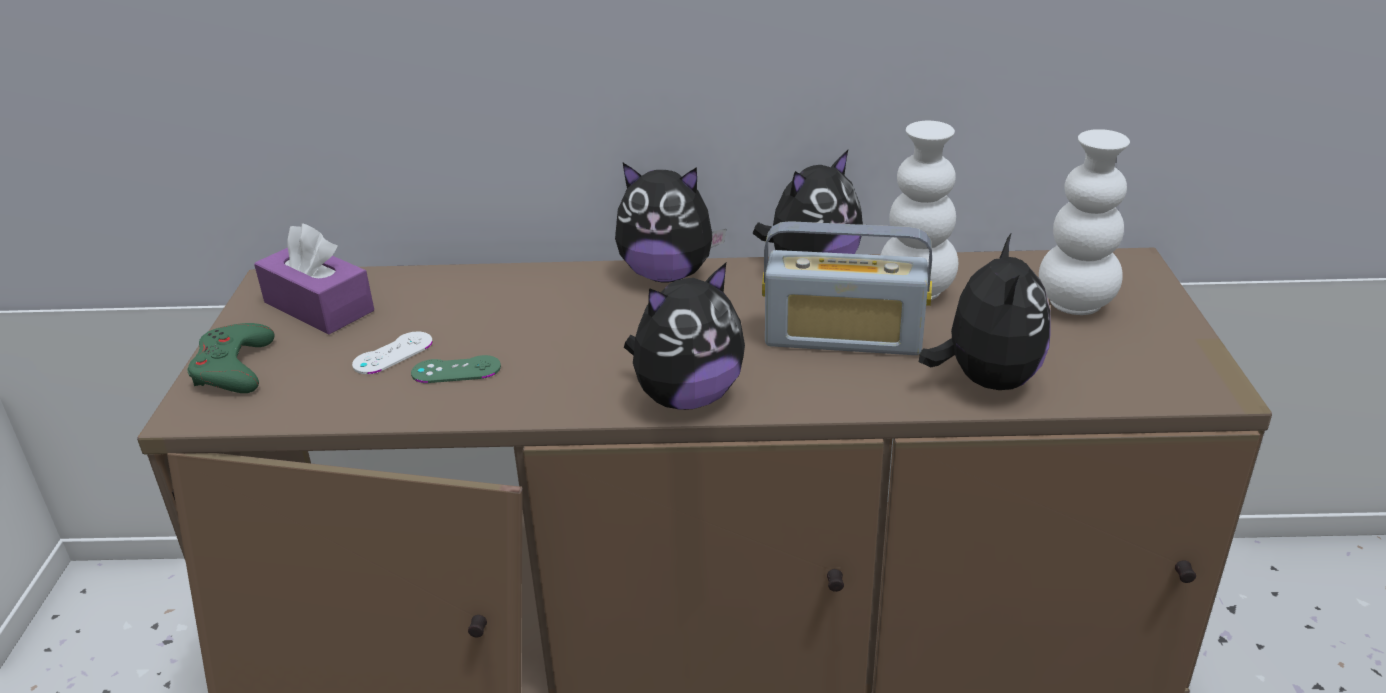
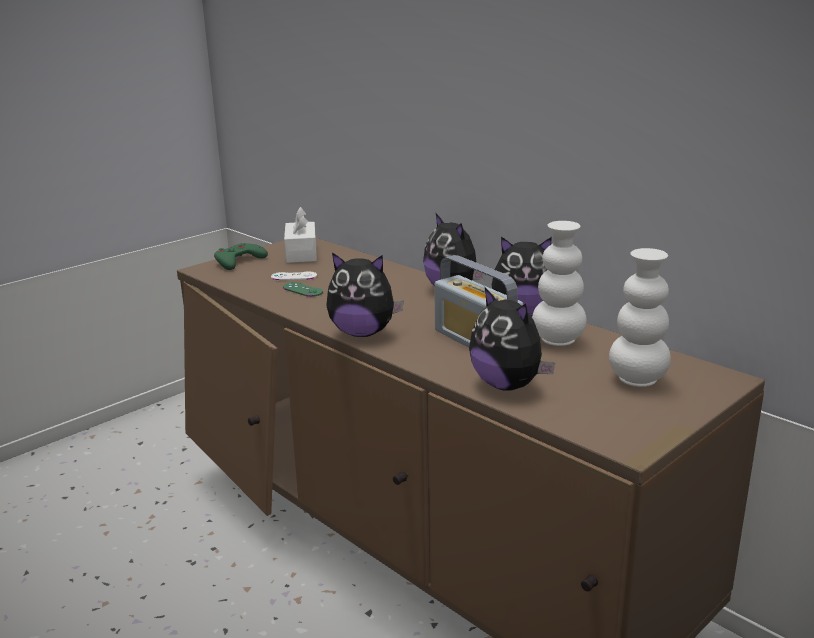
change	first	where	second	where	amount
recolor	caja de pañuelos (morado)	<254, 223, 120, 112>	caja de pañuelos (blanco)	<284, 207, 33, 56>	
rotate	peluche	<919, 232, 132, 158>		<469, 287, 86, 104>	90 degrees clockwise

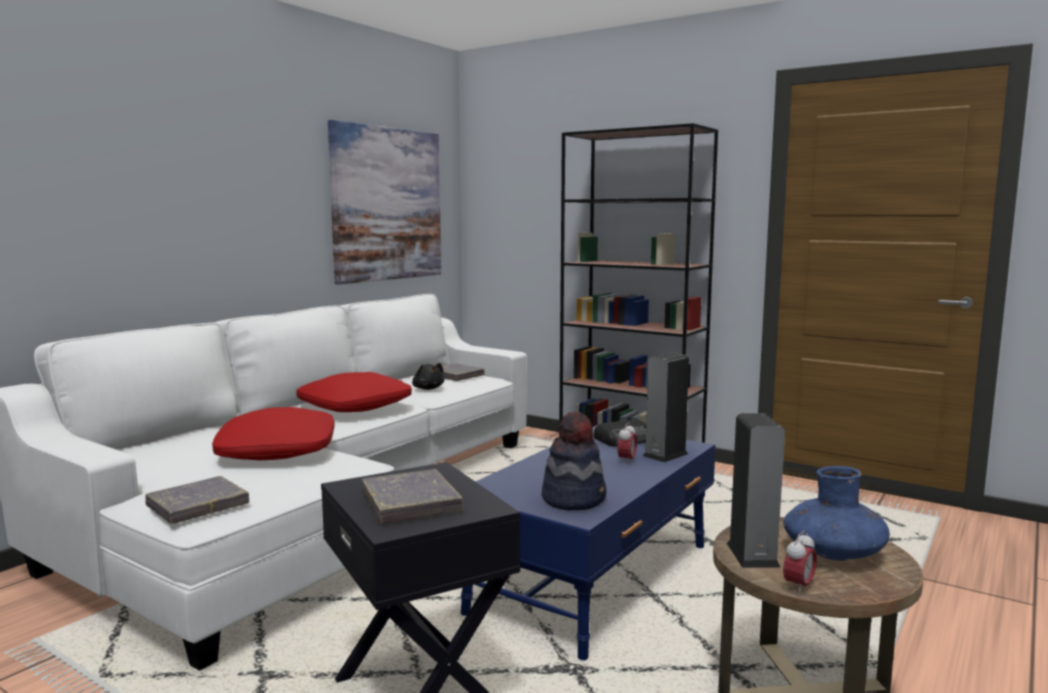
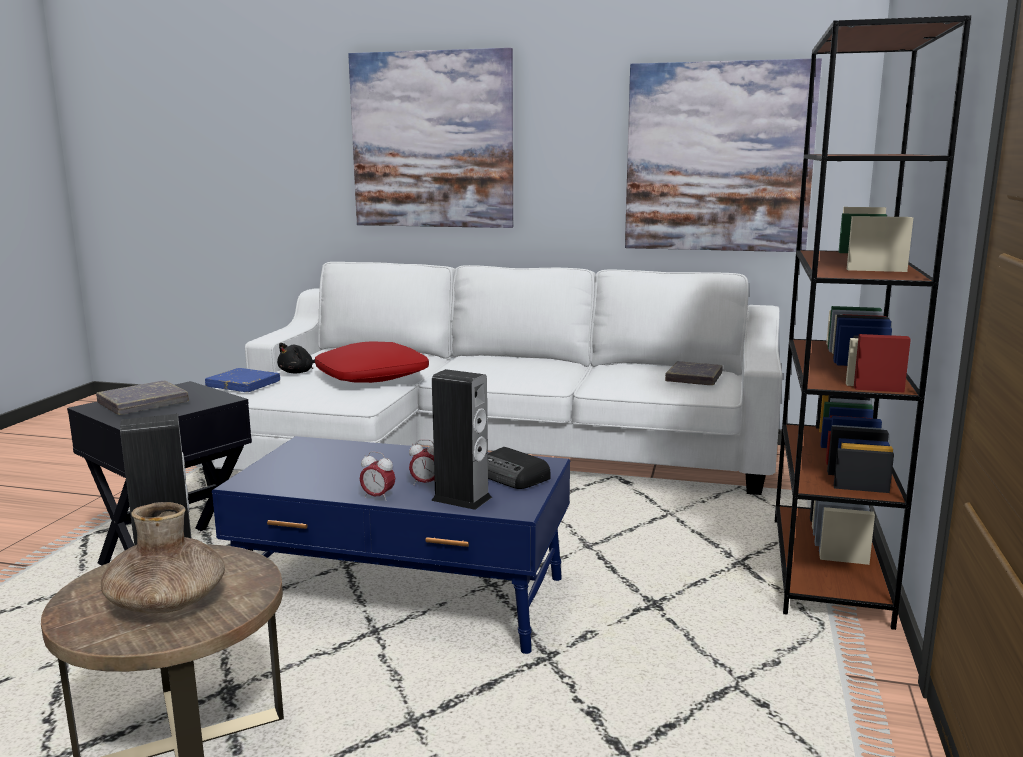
change	first	where	second	where	amount
recolor	libro (gris)	<145, 476, 104, 47>	libro (azul)	<205, 368, 75, 24>	
delete	cojín (rojo)	<296, 372, 116, 40>			
move	peluche (negro)	<412, 363, 32, 27>		<277, 343, 38, 30>	
delete	sombrero	<542, 411, 64, 99>			
recolor	florero (azul)	<783, 466, 107, 94>	florero (marrón)	<101, 502, 124, 111>	
move	despertador	<783, 531, 34, 63>		<360, 451, 35, 50>	
insert			cuadro	<348, 48, 165, 180>	

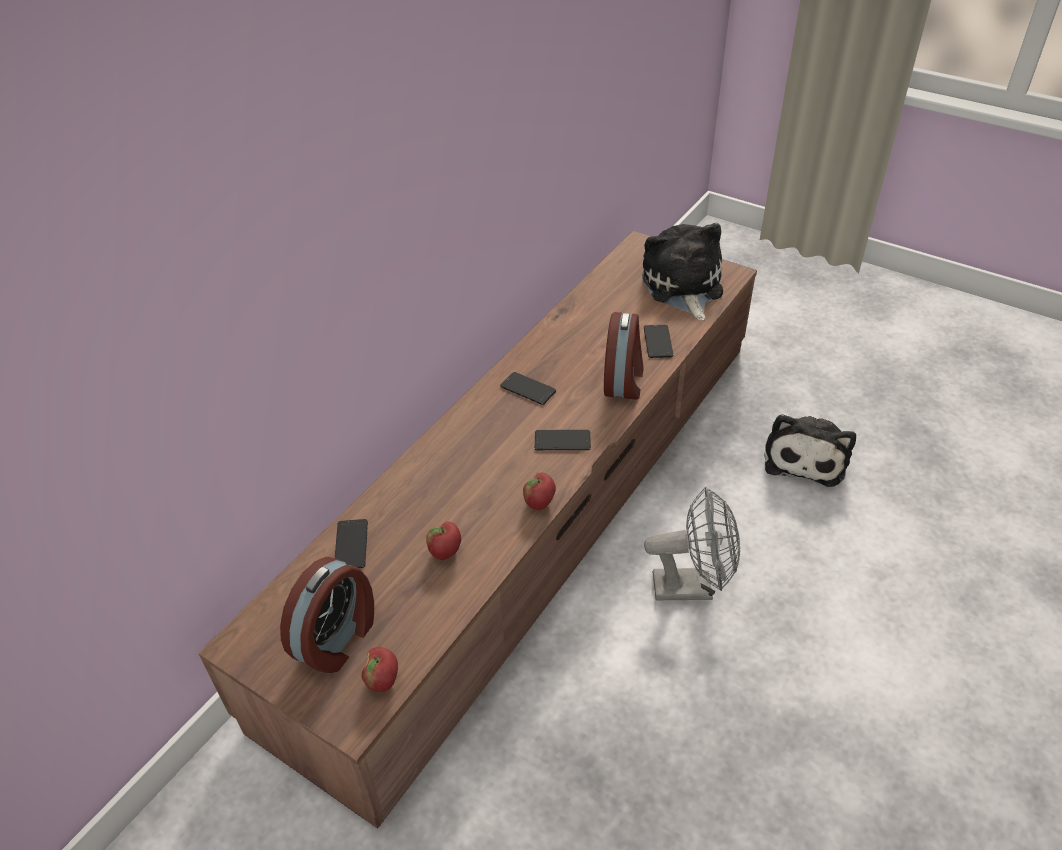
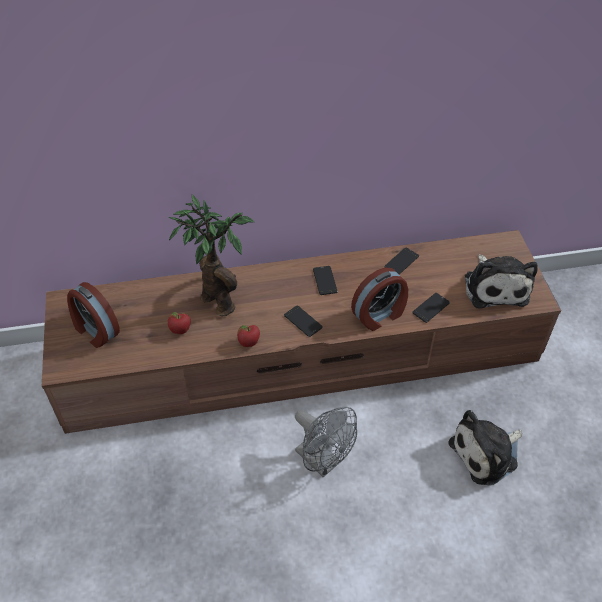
change	first	where	second	where	amount
rotate	despertador	<280, 557, 94, 116>		<67, 282, 53, 66>	60 degrees clockwise
move	móvil	<335, 519, 33, 49>		<385, 248, 34, 26>	
delete	manzana	<361, 647, 37, 45>			
rotate	peluche	<642, 223, 81, 98>		<465, 254, 73, 54>	135 degrees clockwise
insert			planta en maceta	<169, 194, 86, 122>	

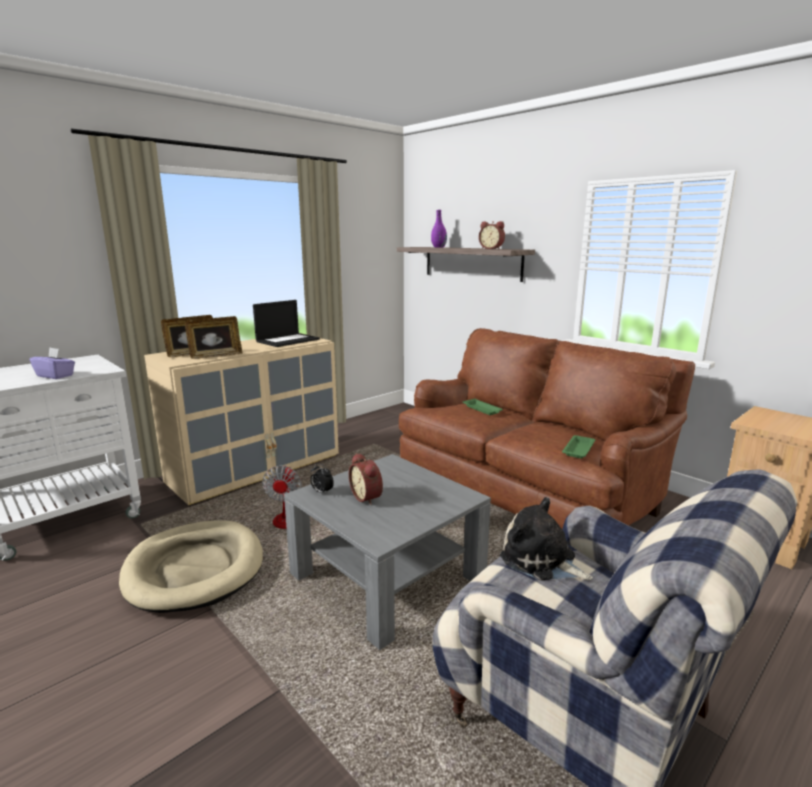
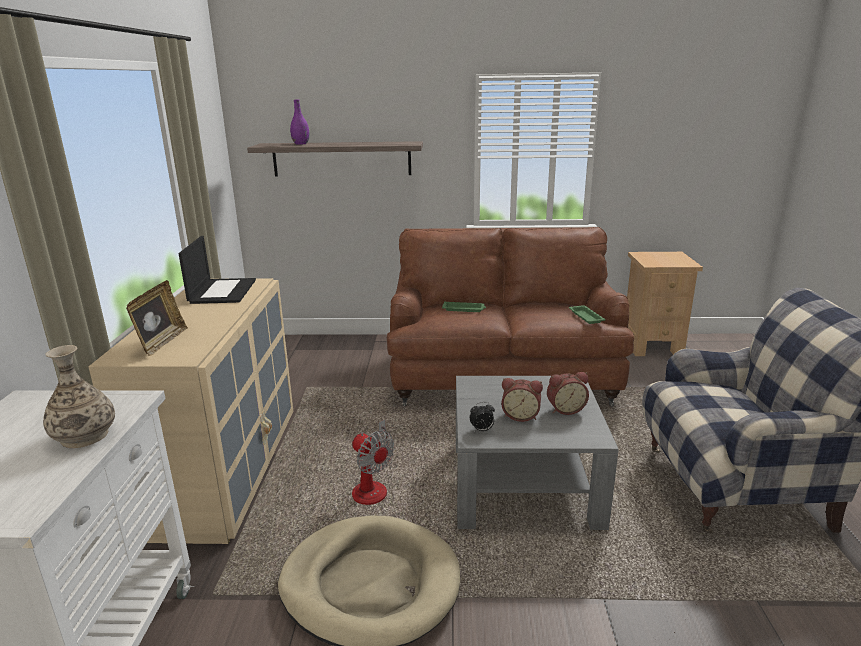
change	first	where	second	where	amount
replace	caja de pañuelos (morado)	<30, 348, 45, 31>	florero	<43, 345, 72, 103>	
delete	portarretratos	<185, 316, 57, 43>			
move	despertador	<479, 221, 26, 28>		<547, 372, 42, 43>	
delete	peluche	<500, 497, 93, 83>			

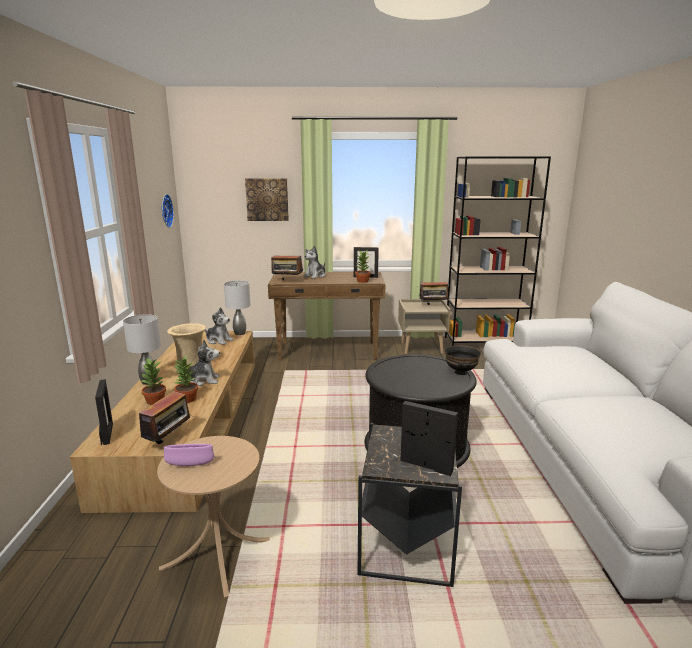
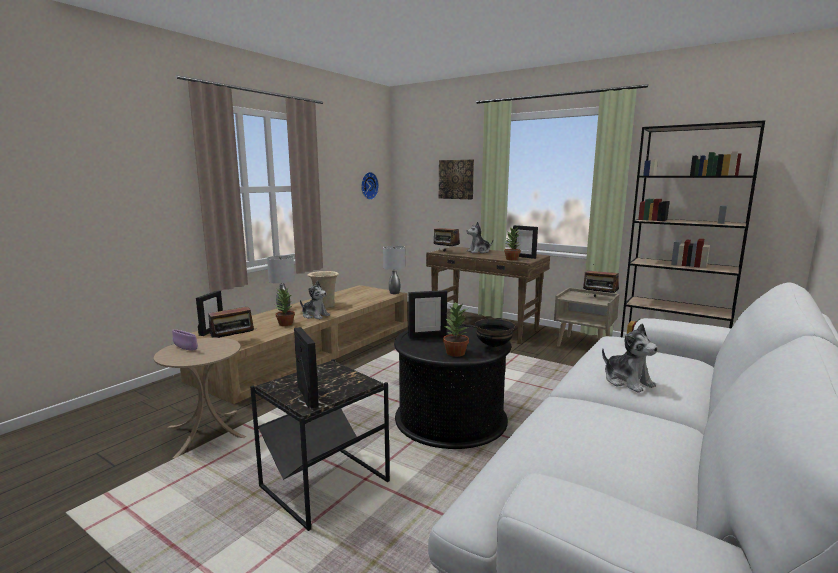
change	first	where	second	where	amount
move	planta en maceta	<141, 358, 25, 47>		<443, 302, 26, 55>	
move	peluche	<204, 307, 30, 38>		<602, 324, 56, 69>	
insert			portarretratos	<408, 290, 39, 49>	

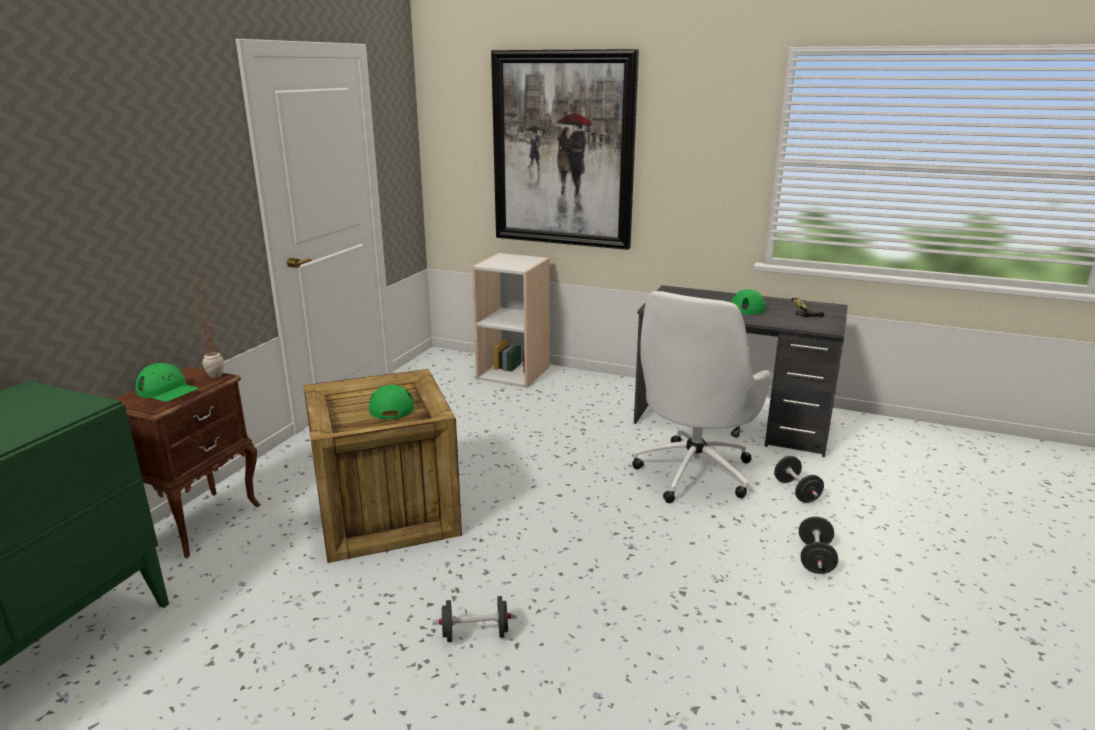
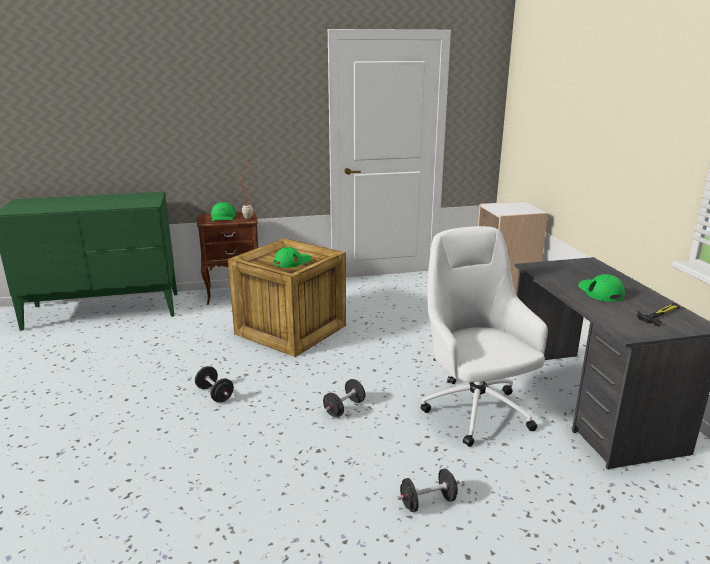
change	first	where	second	where	amount
delete	cuadro	<491, 49, 148, 201>			
rotate	silla de oficina (blanco)	<632, 291, 139, 212>		<421, 226, 127, 221>	75 degrees clockwise
move	mancuerna (negro)	<774, 456, 50, 47>		<323, 379, 42, 39>	

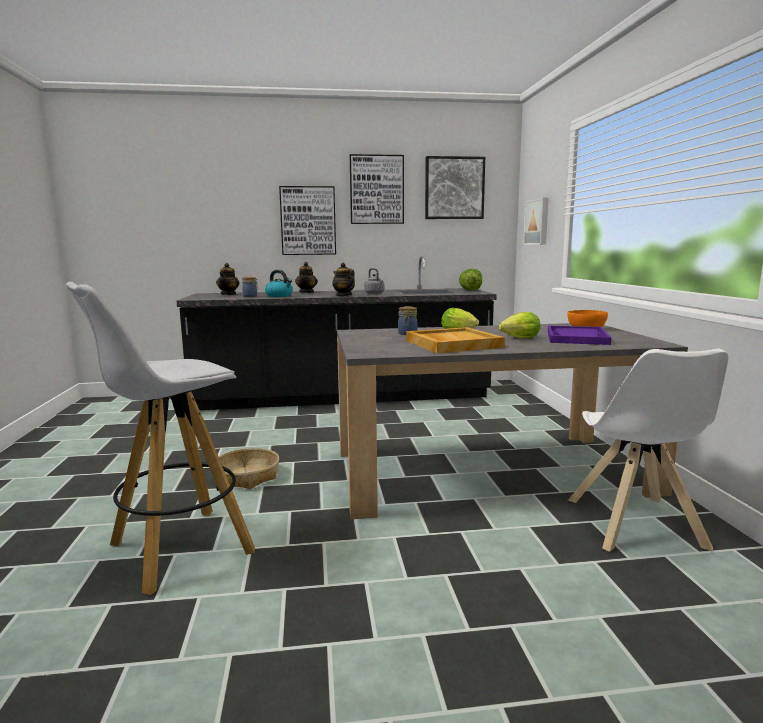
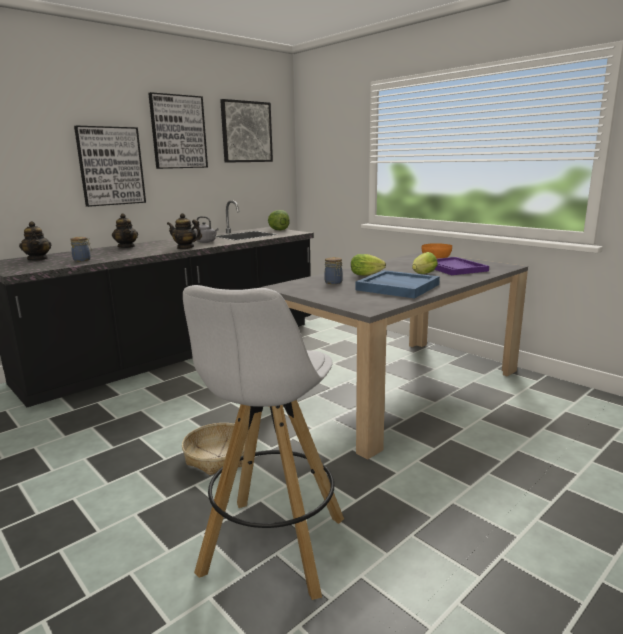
change	first	where	second	where	amount
delete	hervidor	<265, 270, 28, 27>			
recolor	bandeja (beis)	<406, 327, 99, 26>	bandeja (azul)	<355, 270, 85, 29>	
delete	cuadro	<523, 198, 26, 47>			
delete	silla (blanco)	<568, 348, 160, 204>			

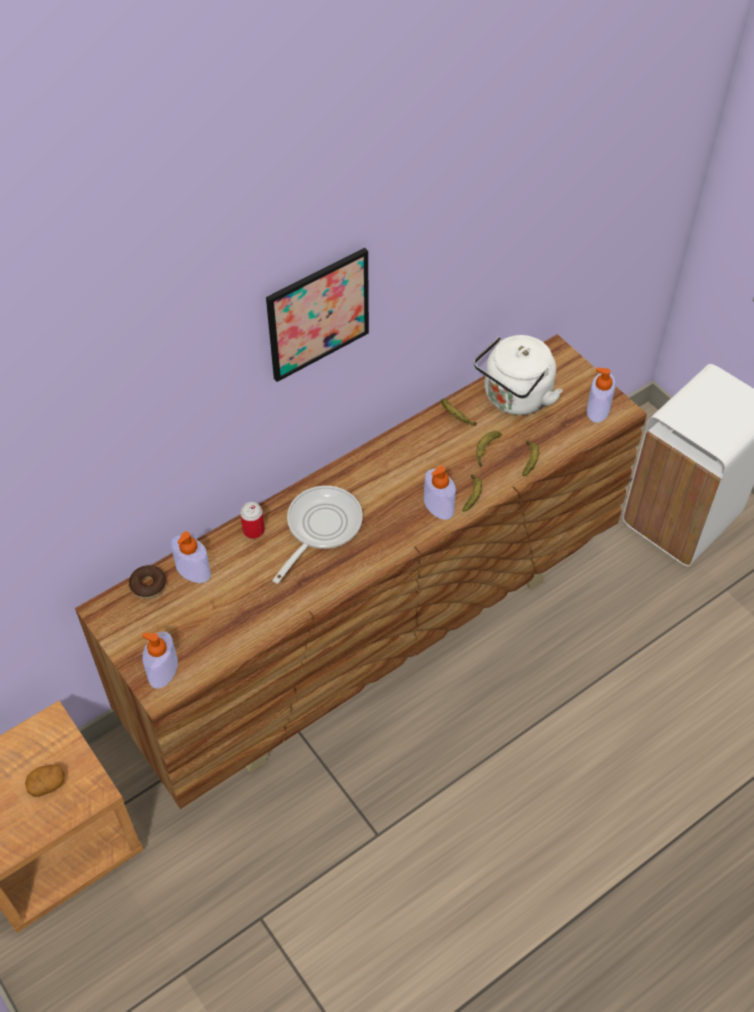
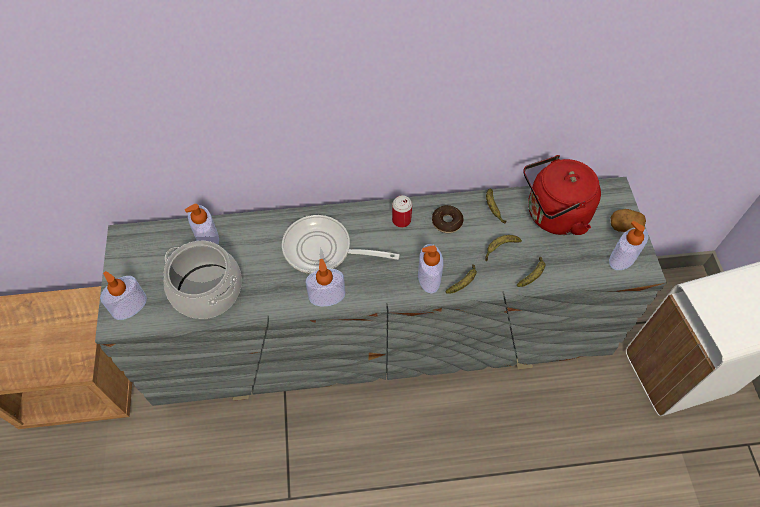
change	first	where	second	where	amount
move	patata	<25, 764, 40, 33>		<611, 209, 35, 23>	
recolor	armario (marrón)	<75, 334, 572, 475>	armario (gris)	<95, 177, 572, 229>	
move	rosquilla	<129, 565, 37, 34>		<432, 205, 32, 28>	
move	lata	<240, 502, 25, 37>		<392, 195, 20, 33>	
delete	cuadro	<266, 248, 103, 134>			
rotate	sartén	<272, 486, 91, 98>		<282, 215, 118, 59>	135 degrees counterclockwise
recolor	hervidor (blanco)	<474, 335, 88, 80>	hervidor (rojo)	<523, 155, 78, 80>	
insert			olla	<164, 241, 78, 78>	
insert			dispensador de jabón	<305, 259, 41, 48>	

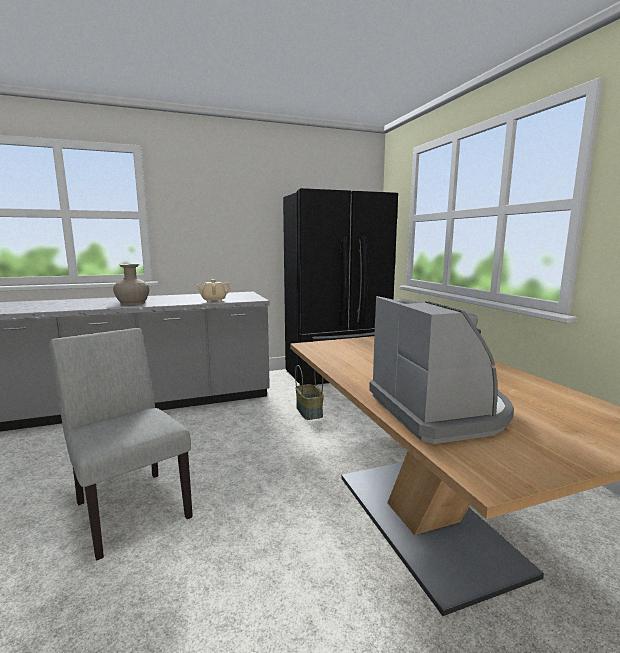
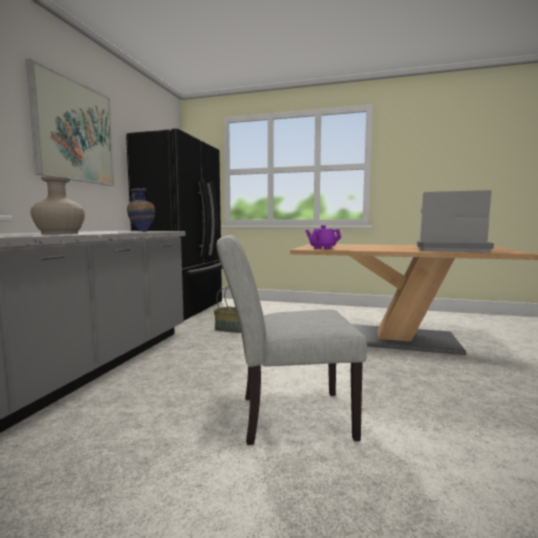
change	first	where	second	where	amount
replace	tetera (beis)	<195, 279, 36, 24>	florero	<127, 188, 28, 44>	
insert			cuadro	<26, 58, 89, 128>	
insert			tetera (morado)	<305, 225, 36, 24>	

